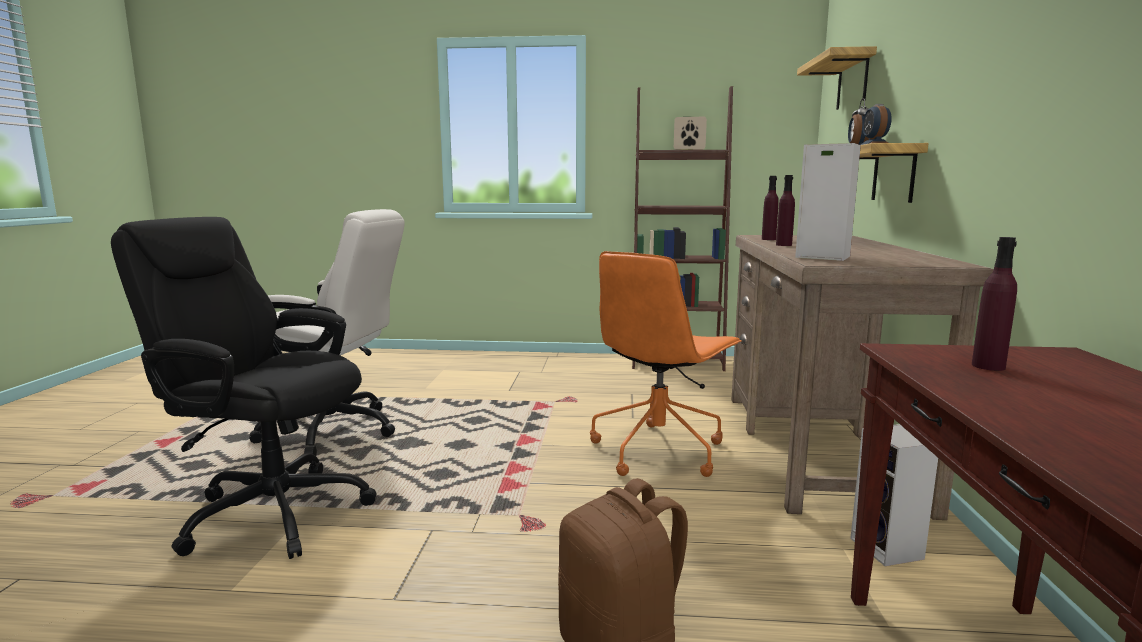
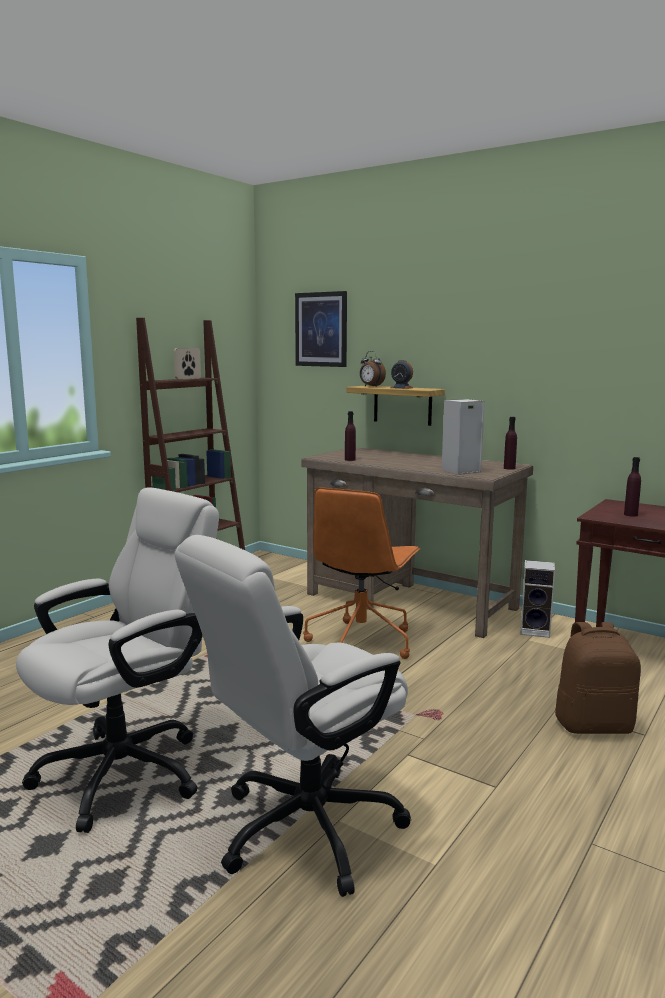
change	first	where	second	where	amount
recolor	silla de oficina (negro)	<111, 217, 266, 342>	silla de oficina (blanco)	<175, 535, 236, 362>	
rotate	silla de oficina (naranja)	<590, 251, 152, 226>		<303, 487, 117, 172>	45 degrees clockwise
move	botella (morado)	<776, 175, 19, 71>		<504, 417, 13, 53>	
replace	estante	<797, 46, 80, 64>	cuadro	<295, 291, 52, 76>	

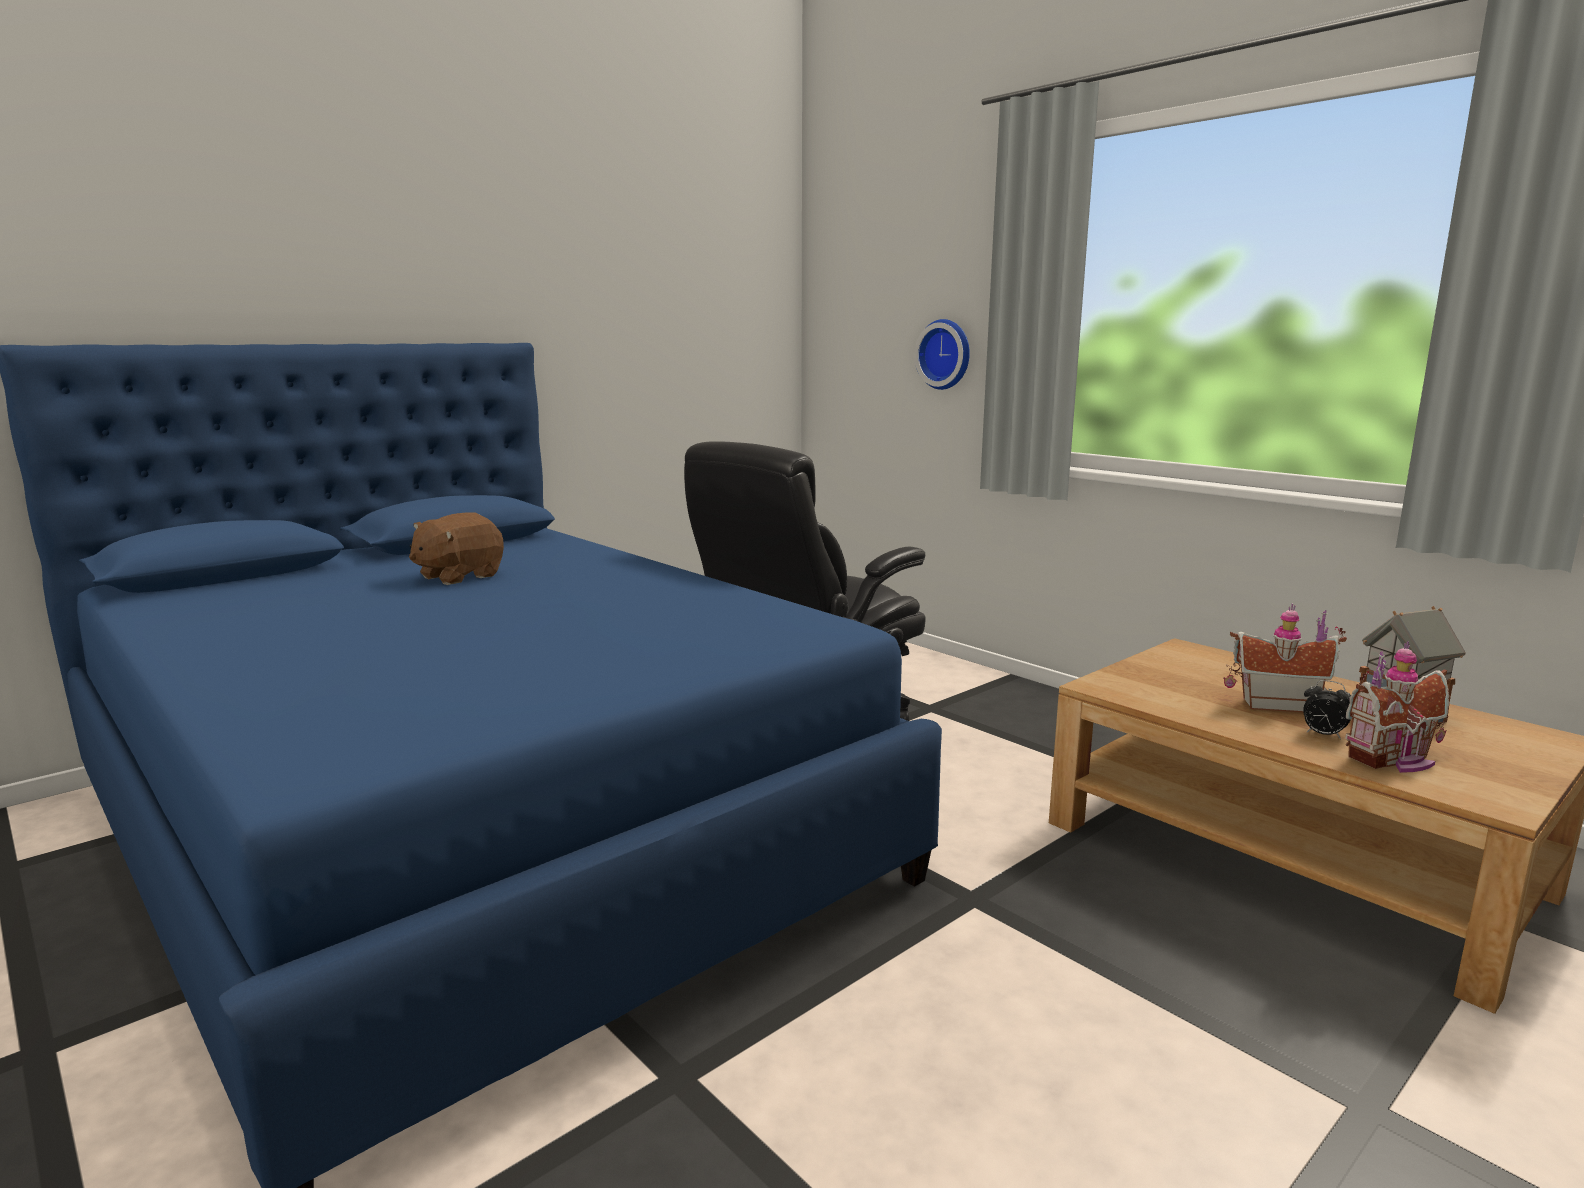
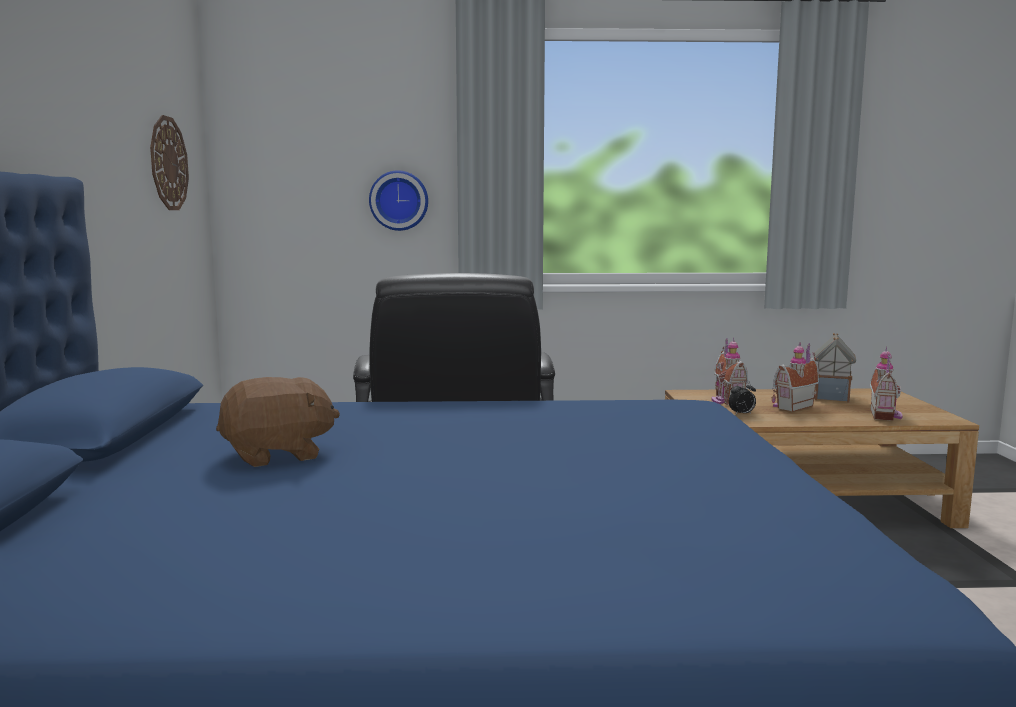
change	first	where	second	where	amount
rotate	peluche (marrón)	<409, 512, 95, 73>		<216, 377, 124, 90>	105 degrees counterclockwise
move	despertador	<1303, 680, 48, 59>		<729, 381, 27, 34>	
insert			reloj de pared	<150, 115, 39, 95>	
insert			casita	<712, 337, 37, 68>	

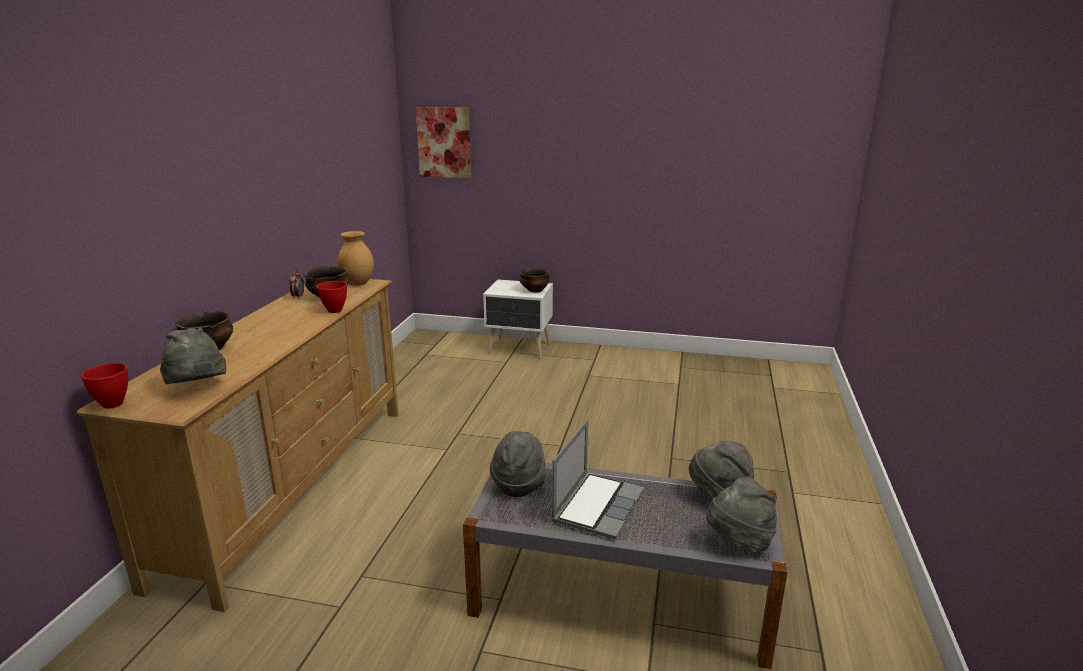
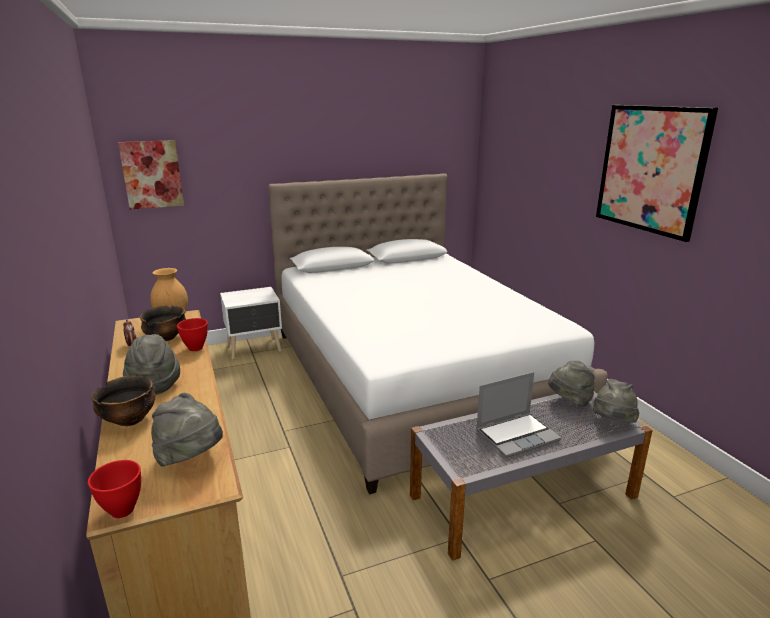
change	first	where	second	where	amount
move	sombrero (gris)	<490, 431, 56, 66>		<123, 334, 57, 61>	
delete	cuenco	<519, 268, 31, 25>			
rotate	portátil	<551, 419, 93, 121>		<476, 372, 85, 86>	75 degrees clockwise
insert			cama (blanco)	<268, 174, 340, 320>	
insert			cuadro	<596, 105, 122, 137>	

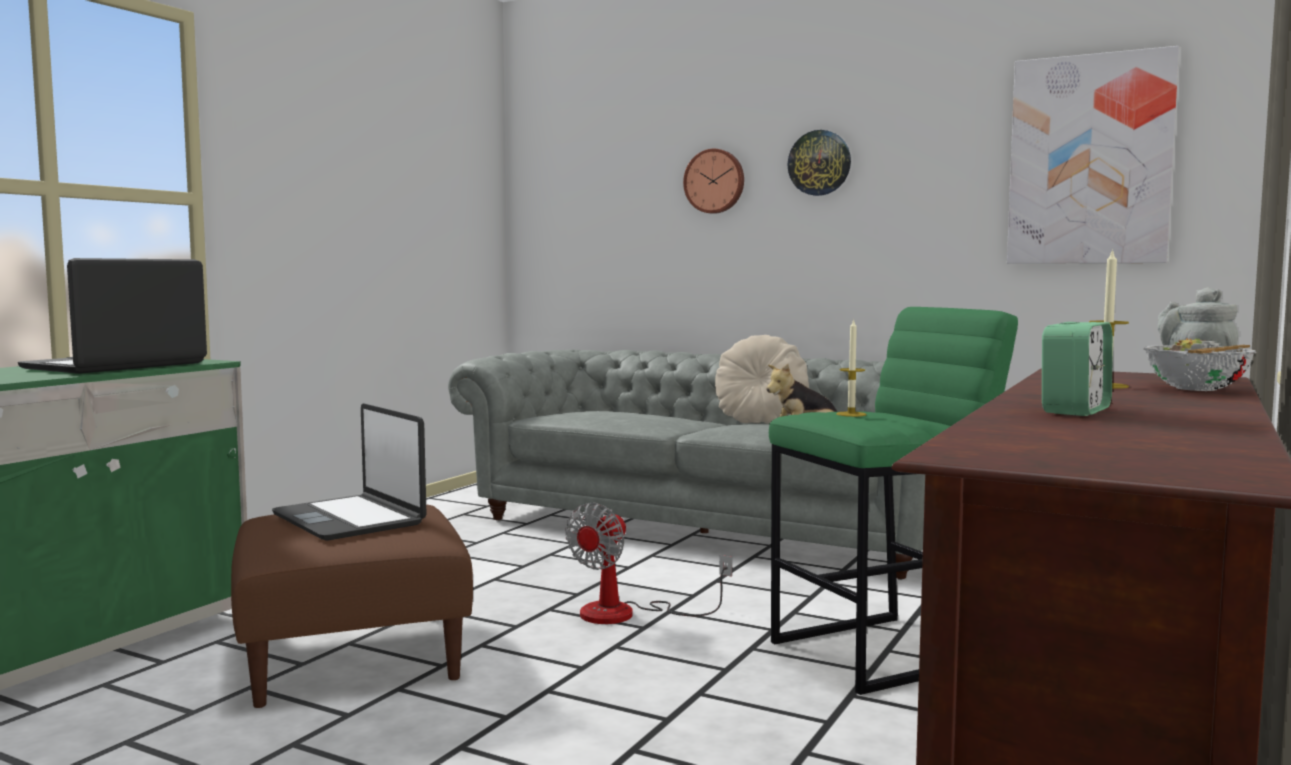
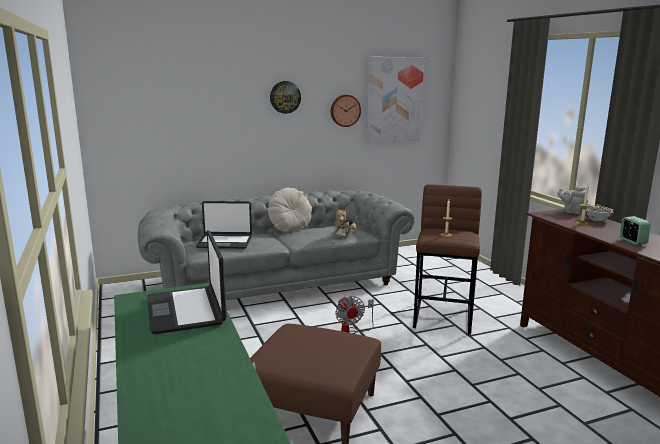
change	first	where	second	where	amount
move	portátil	<272, 403, 155, 138>		<196, 201, 56, 48>	
move	reloj de pared	<683, 149, 61, 65>		<331, 95, 30, 32>	
recolor	taburete (verde)	<769, 307, 249, 388>	taburete (marrón)	<413, 184, 69, 151>	

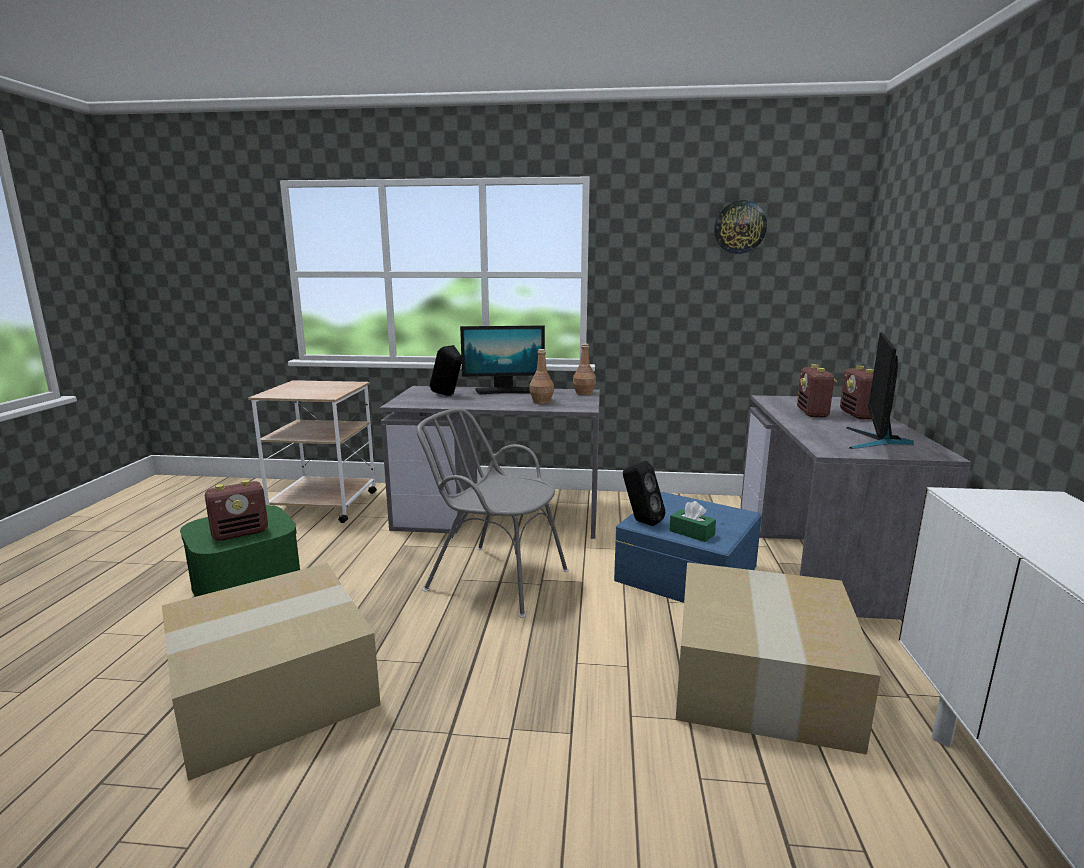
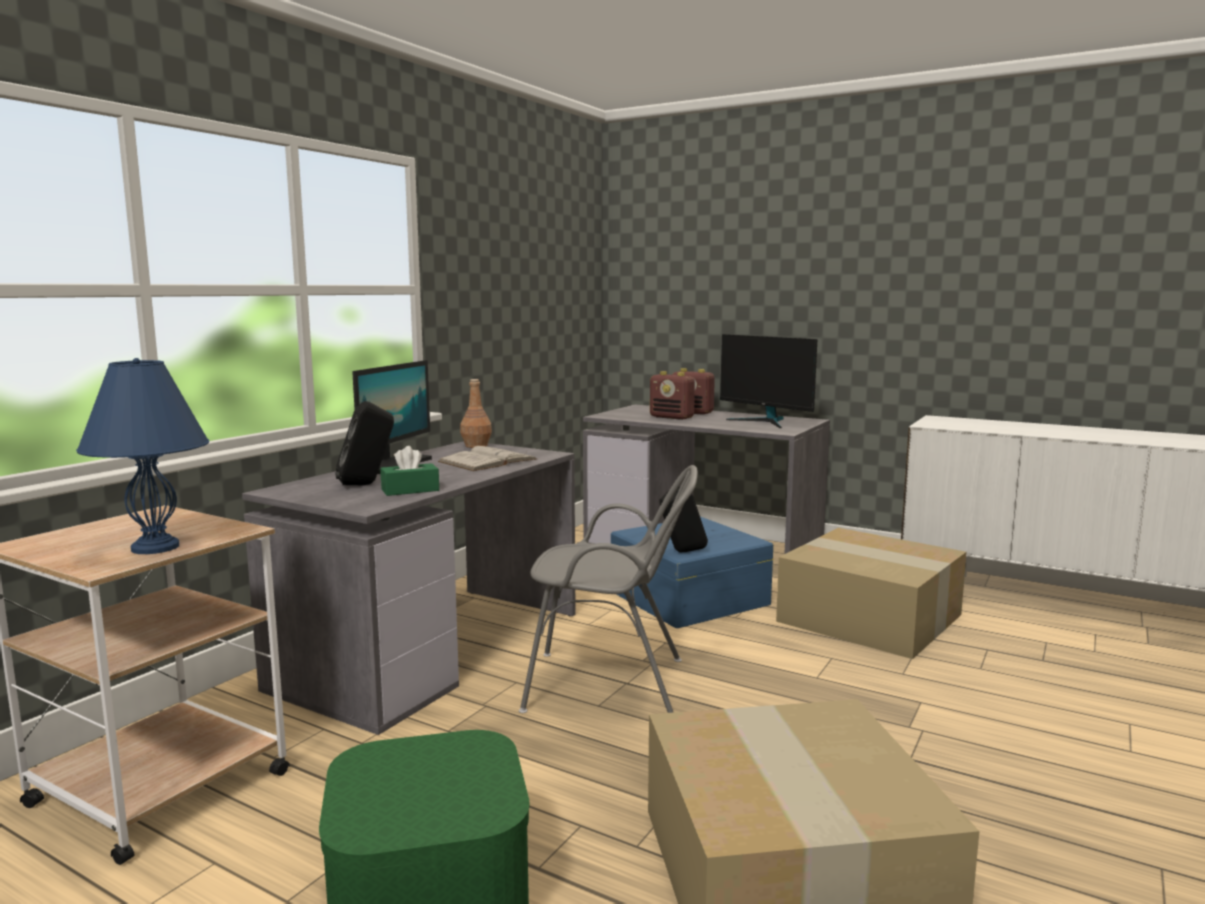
change	first	where	second	where	amount
delete	radio	<205, 480, 63, 61>			
rotate	silla (gris)	<417, 408, 151, 210>		<519, 465, 179, 248>	135 degrees counterclockwise
replace	botella (marrón)	<529, 349, 25, 55>	libro (blanco)	<438, 446, 99, 25>	
move	caja de pañuelos (verde)	<669, 501, 47, 41>		<380, 446, 59, 50>	
delete	reloj de pared	<714, 200, 53, 54>			
insert			lámpara de mesa (azul)	<76, 358, 133, 196>	

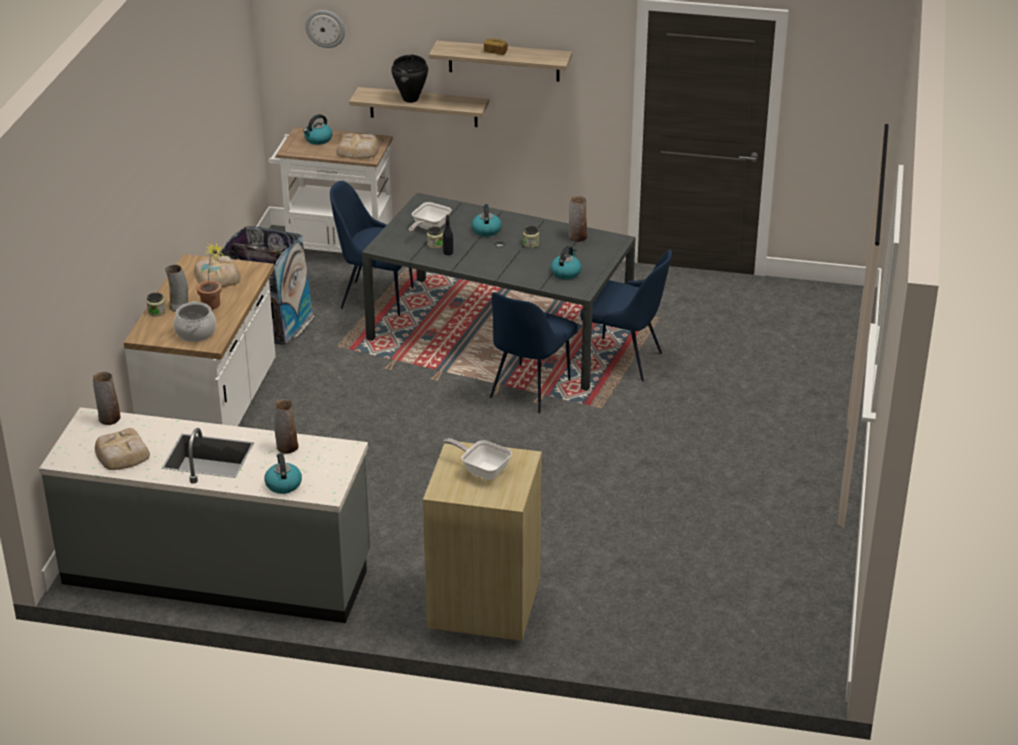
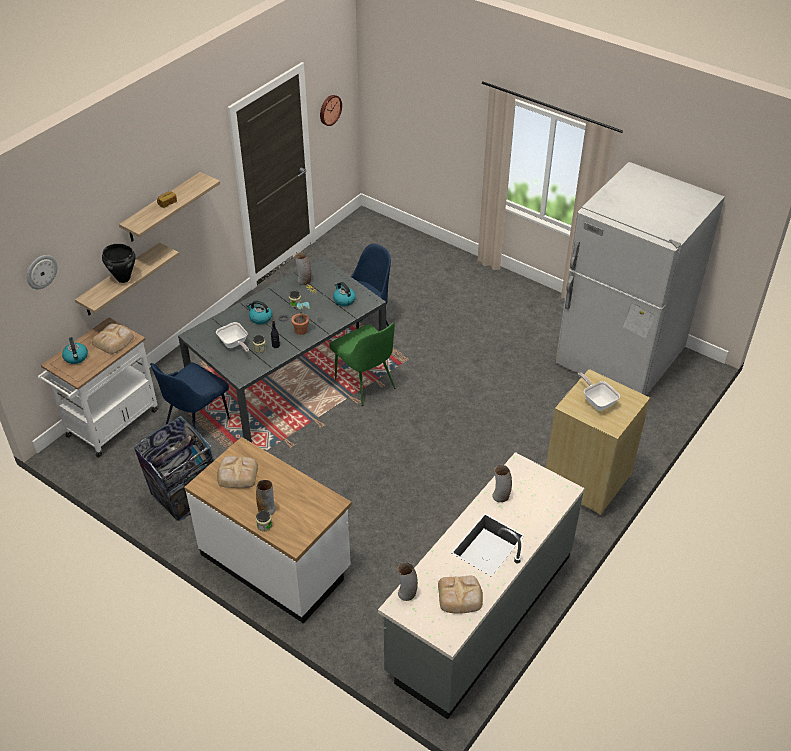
change	first	where	second	where	amount
delete	olla	<174, 301, 42, 41>			
move	planta en maceta	<197, 243, 28, 67>		<291, 284, 27, 51>	
delete	hervidor	<264, 453, 38, 41>			
rotate	sartén	<443, 438, 69, 42>		<578, 372, 42, 39>	90 degrees clockwise
recolor	silla (azul)	<490, 292, 88, 121>	silla (verde)	<330, 322, 66, 84>	
insert			reloj de pared	<320, 95, 22, 31>	
insert			nevera (blanco)	<556, 162, 169, 233>	

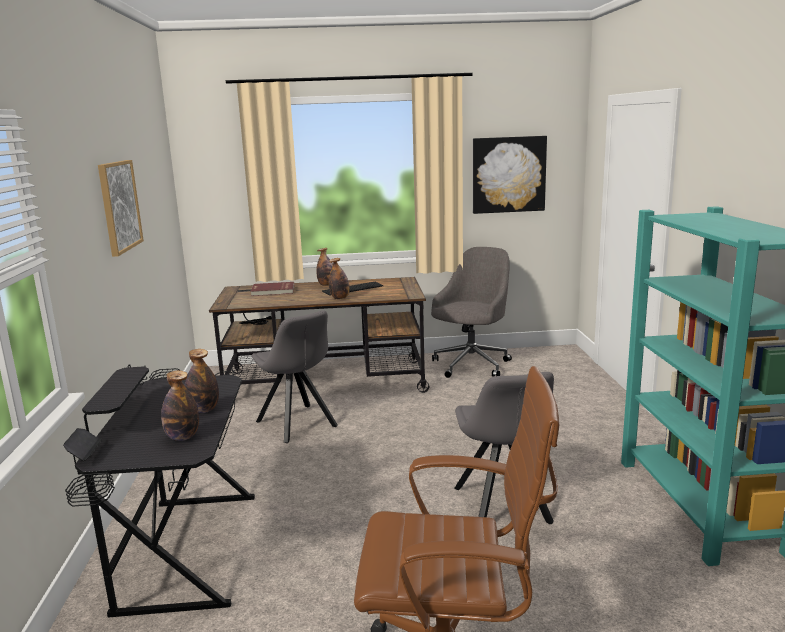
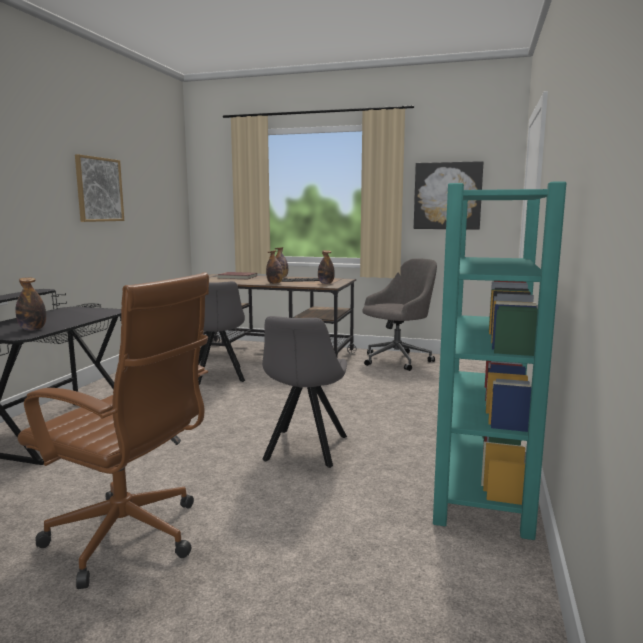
change	first	where	second	where	amount
move	botella	<185, 349, 34, 64>		<318, 250, 17, 34>	

